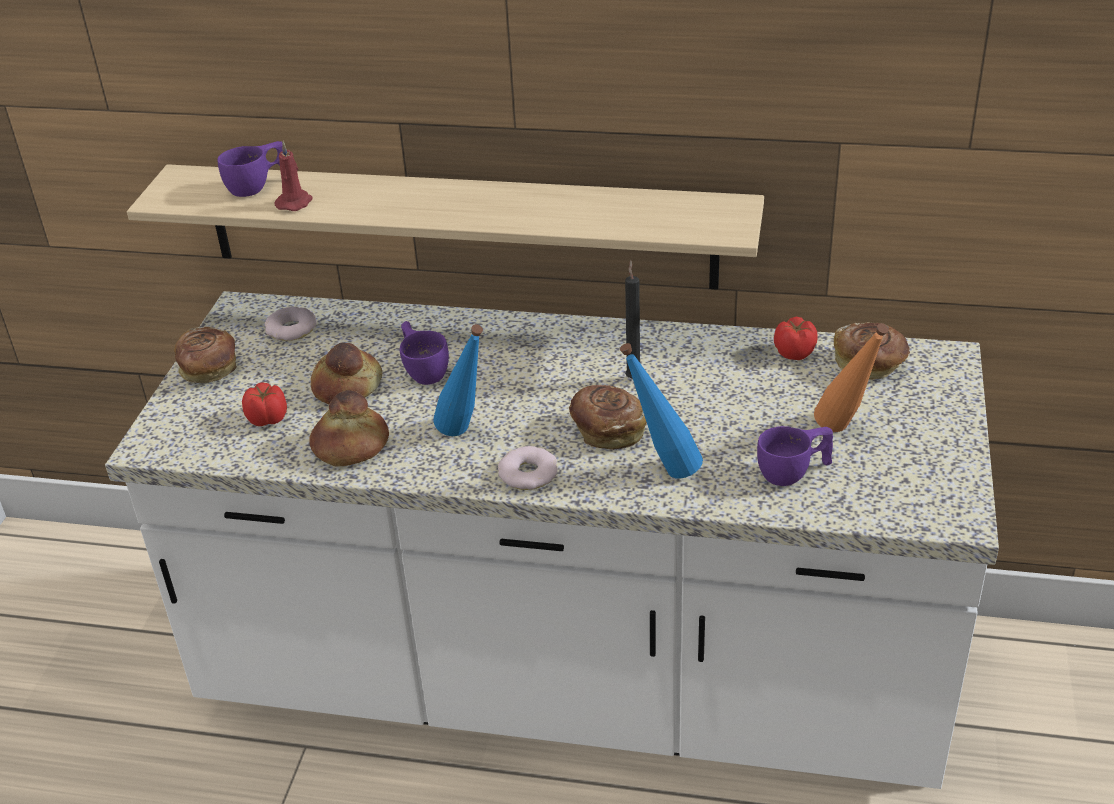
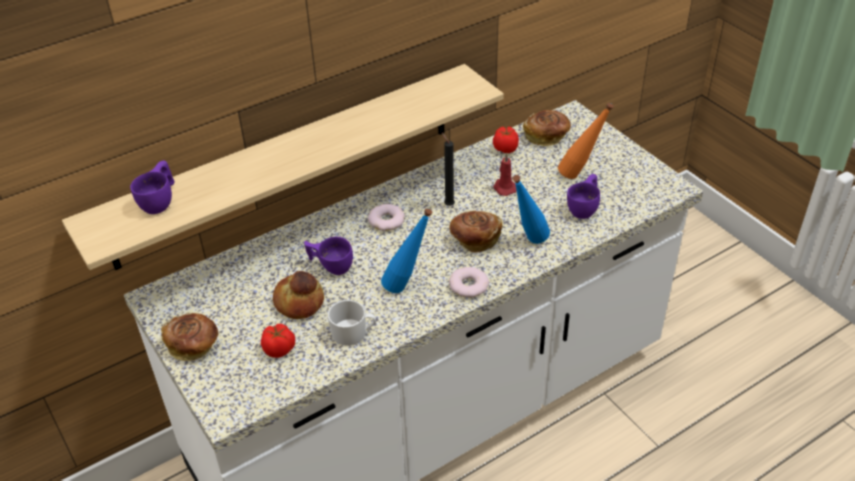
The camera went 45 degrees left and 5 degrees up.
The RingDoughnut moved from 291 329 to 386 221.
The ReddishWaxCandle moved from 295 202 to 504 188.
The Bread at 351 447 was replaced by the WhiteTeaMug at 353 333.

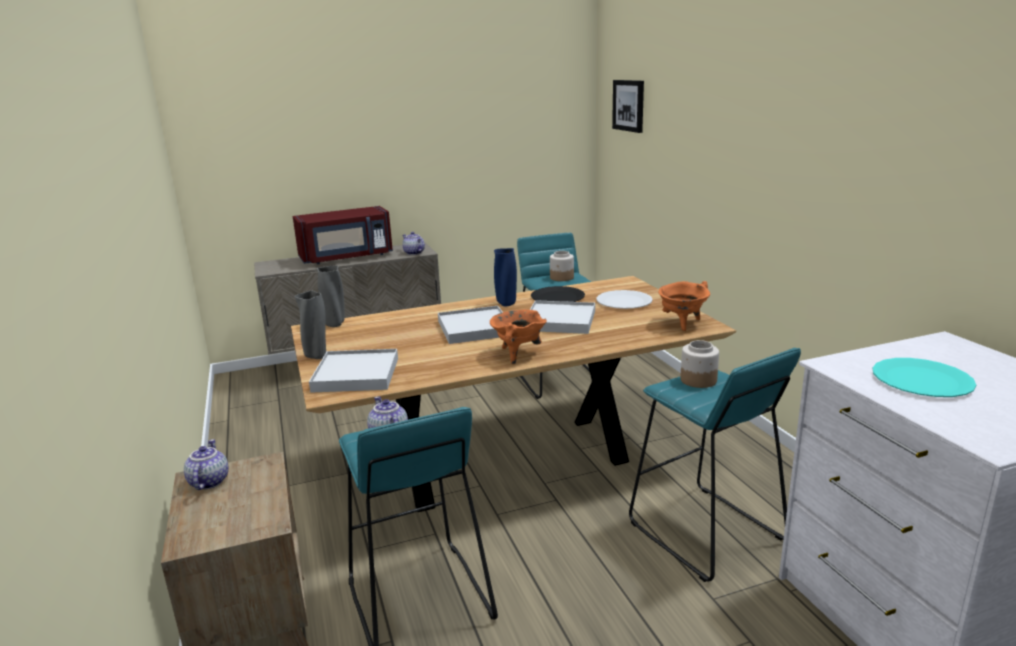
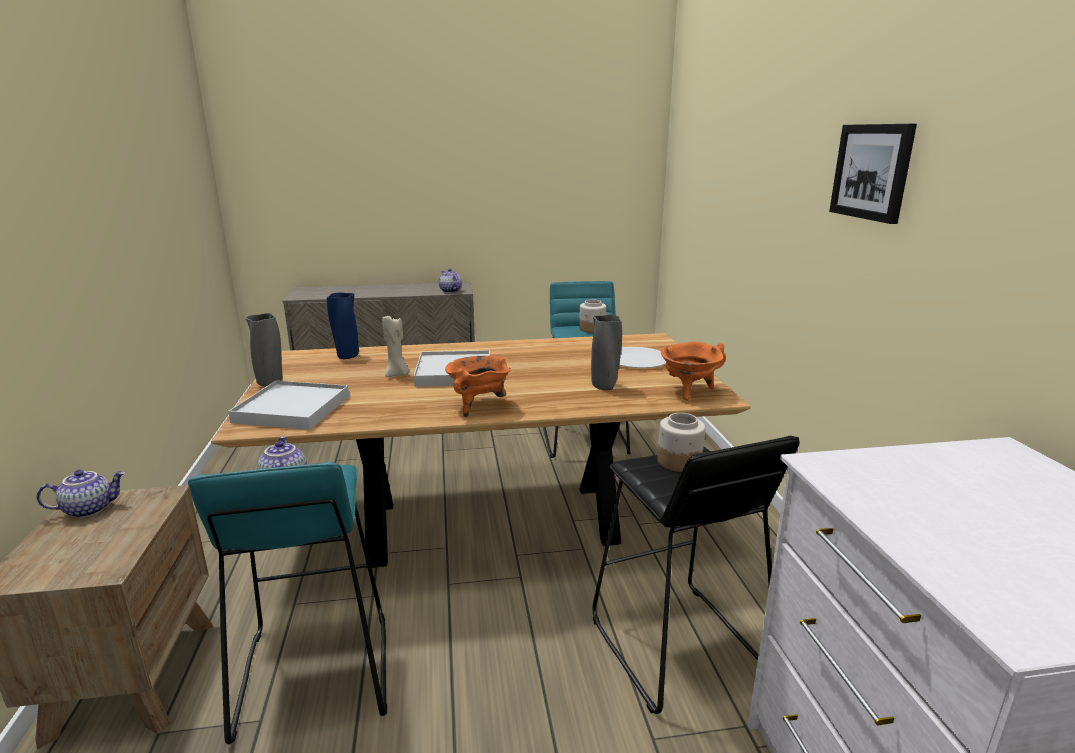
The camera went 10 degrees right and 0 degrees up.
The ReddishMicrowaveOven at 347 257 disappeared.
The WhiteServingTray at 560 321 disappeared.
The BlackColouredFlatDish at 557 297 disappeared.
The BlueGreenFlatDish at 922 380 disappeared.
The BeigeWaxCandle at 397 374 appeared.
The GreyishDecorativeVase moved from 335 324 to 605 387.
The BluishDecorativeVase moved from 506 304 to 347 356.
The WallPicture moved from 629 105 to 872 171.
The BlueGreenSittingStool at 705 532 became the BlackColouredSittingStool at 677 646.
The Teapot at 208 482 turned 60 degrees clockwise.

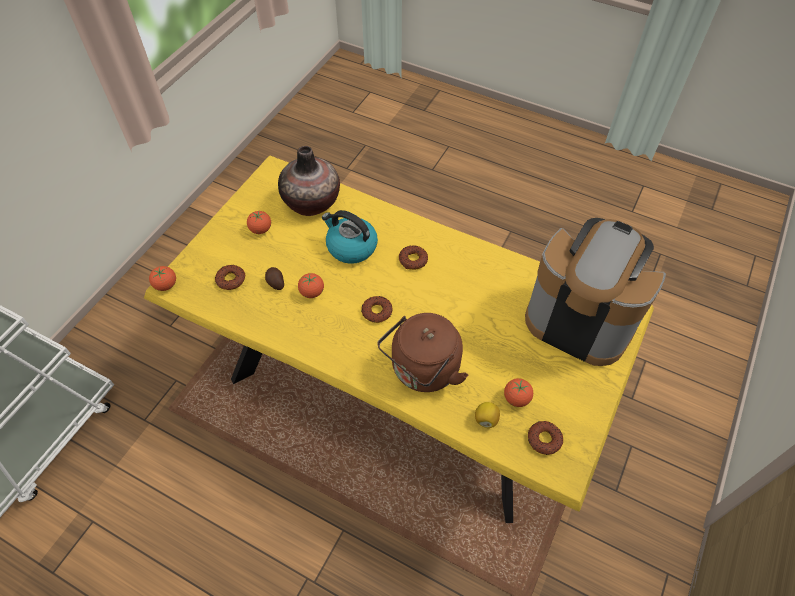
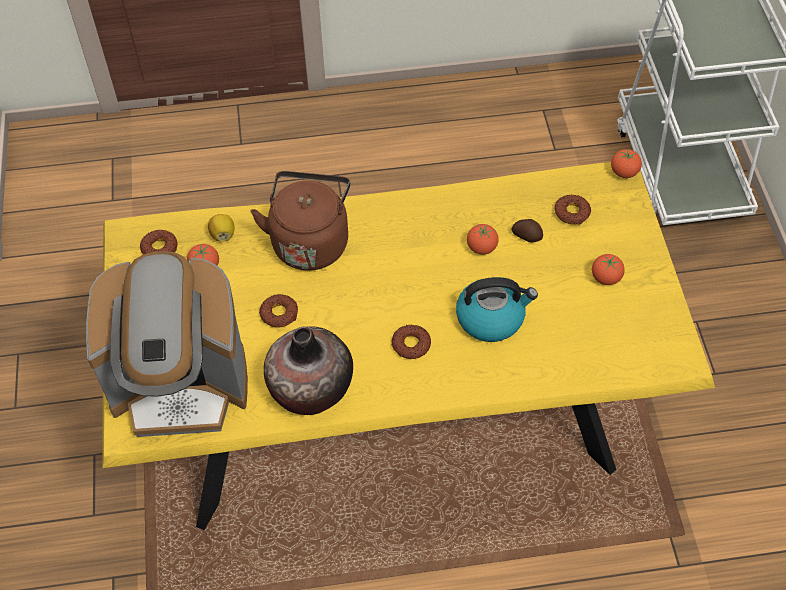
The camera went 145 degrees right and 0 degrees up.
The DecorativeVase moved from 312 202 to 310 388.
The RingDoughnut moved from 376 311 to 279 314.

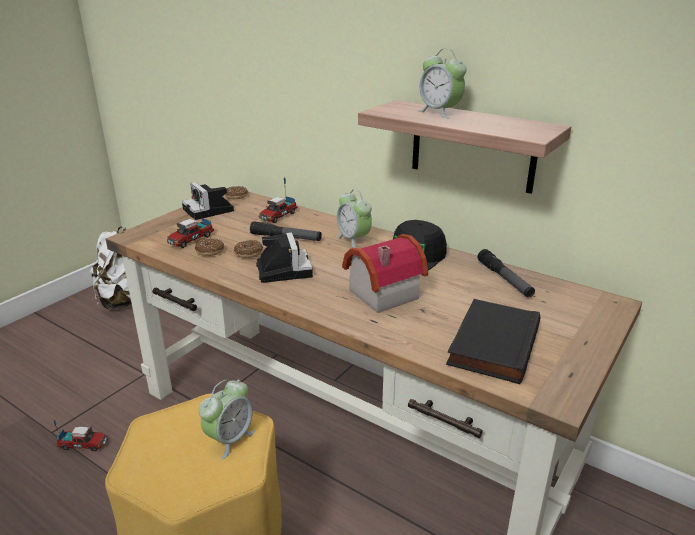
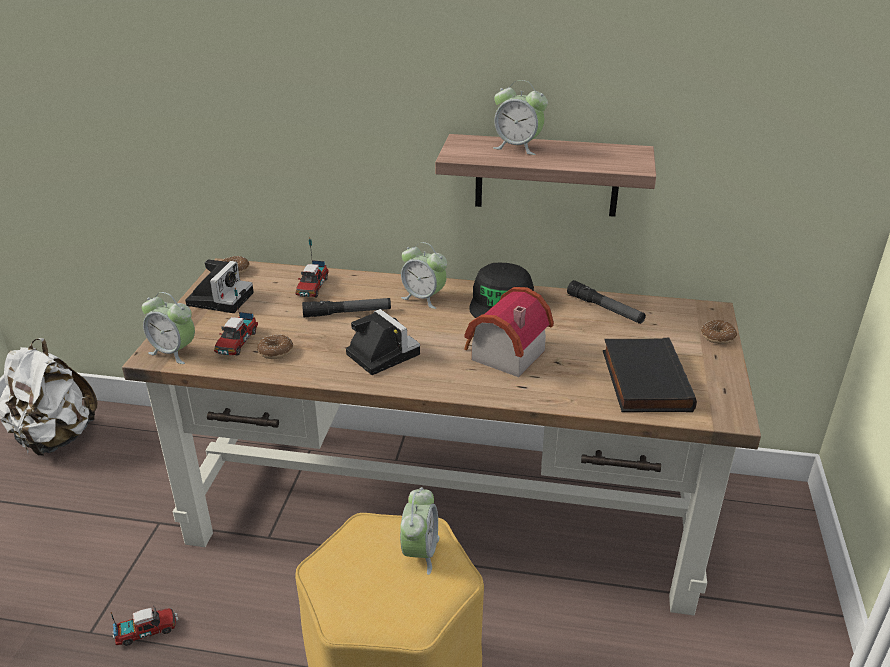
The camera went 25 degrees left and 5 degrees up.
The BedsideClock at 174 352 appeared.
The RingDoughnut moved from 248 253 to 718 337.
The PhotoCamera at 209 210 turned 105 degrees counterclockwise.

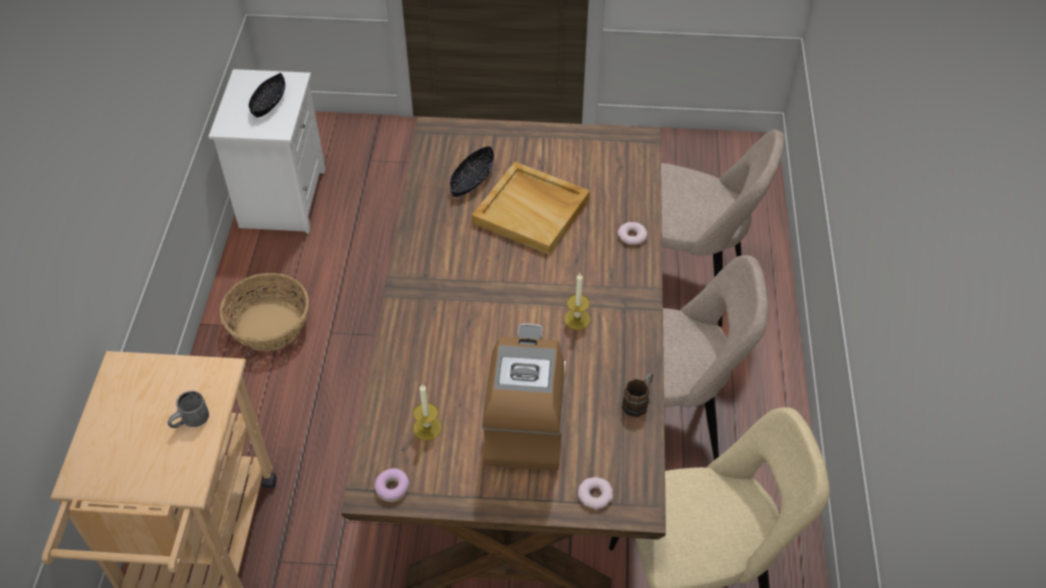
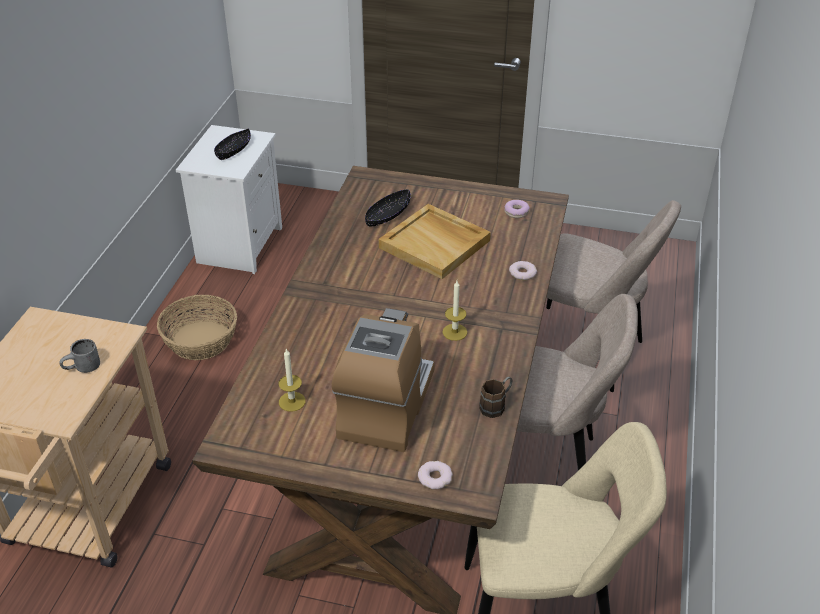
The camera went 10 degrees right and 10 degrees down.
The RingDoughnut moved from 392 488 to 516 212.

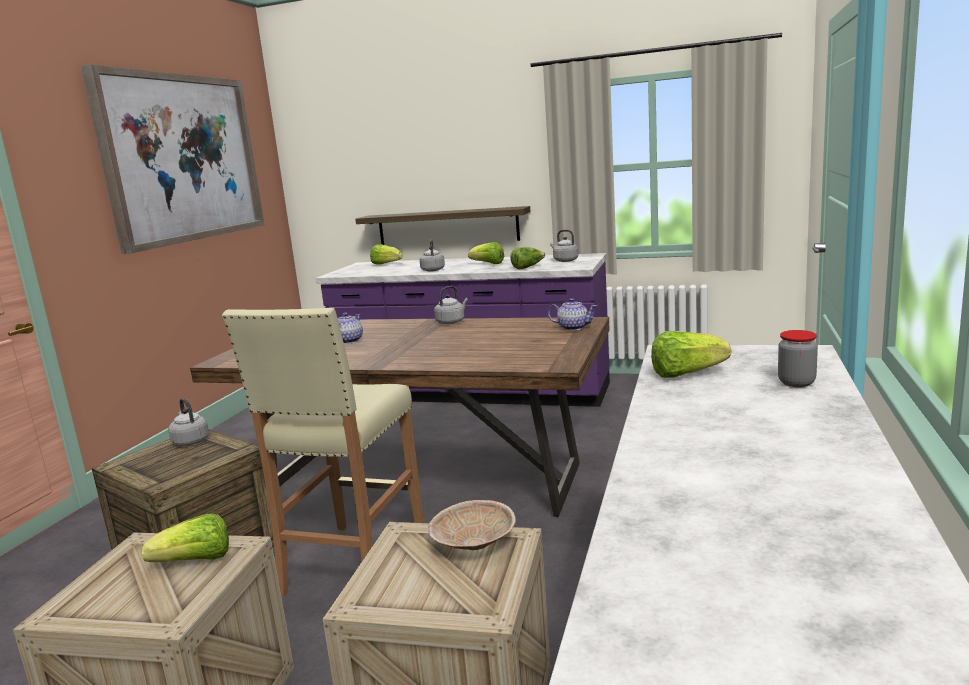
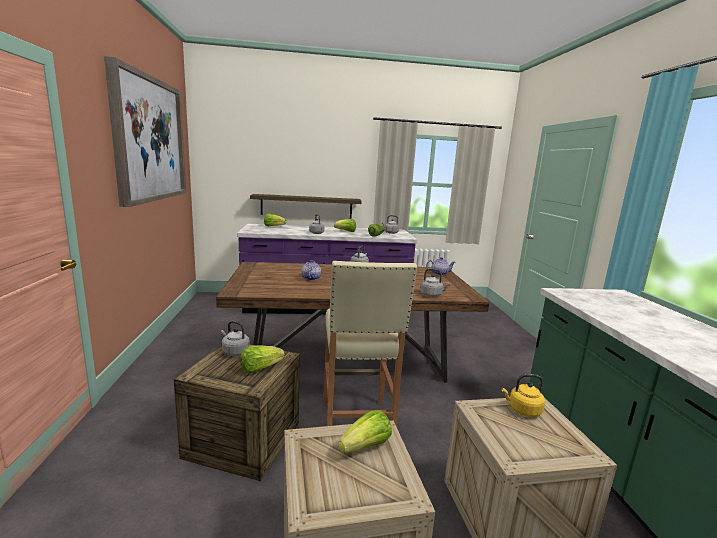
The camera went 25 degrees left and 0 degrees up.
The StorageJar at 796 383 disappeared.
The GreyishWaterKettle at 432 295 appeared.
The LettuceHead moved from 686 374 to 260 368.
The BeigeDeepDish at 473 544 was replaced by the YellowishWaterKettle at 522 410.

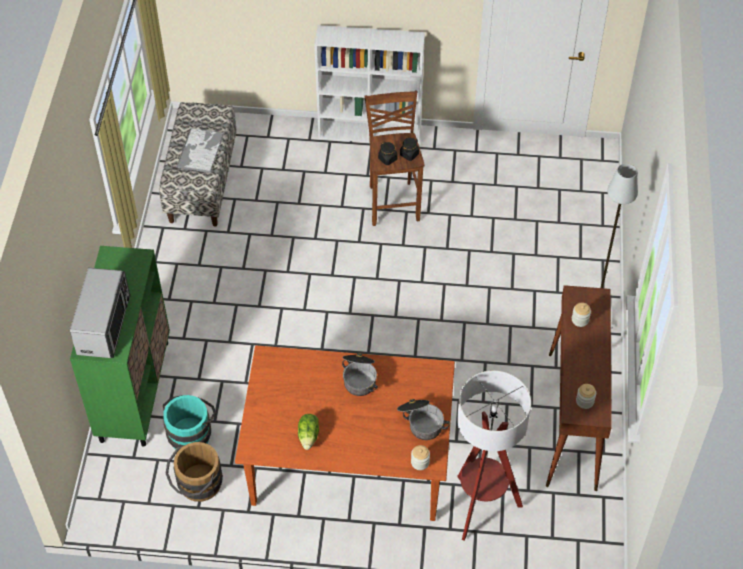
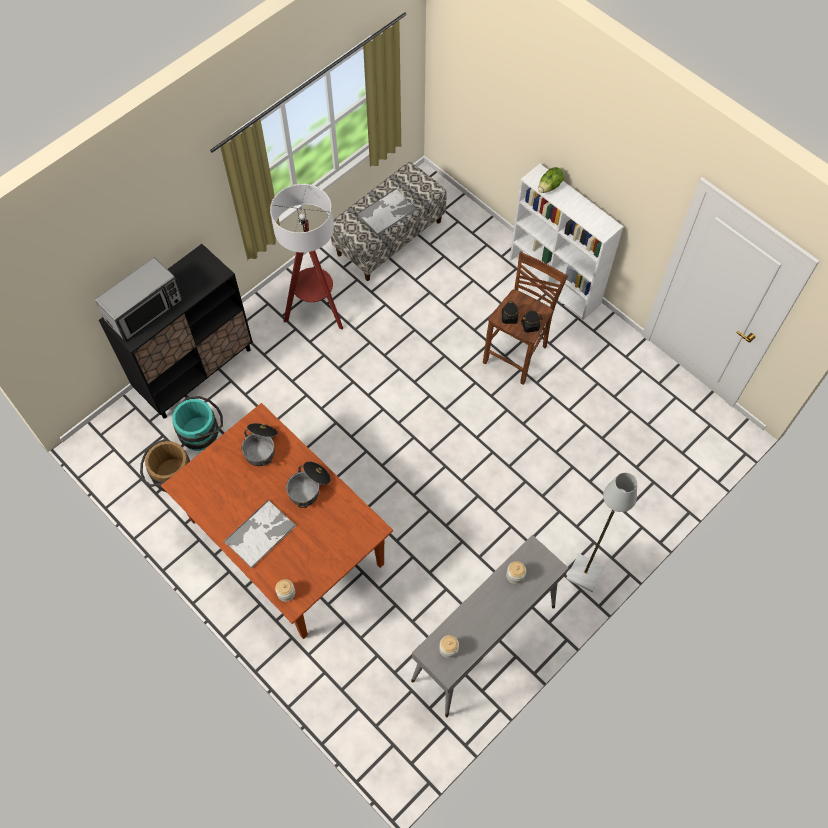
The camera went 40 degrees right and 10 degrees up.
The ServingTray at 260 533 appeared.
The LettuceHead moved from 309 436 to 550 186.
The Stockpot moved from 421 422 to 261 447.
The StandingLamp moved from 481 507 to 316 311.
The GreenStorageCabinet at 134 390 became the BlackColouredStorageCabinet at 195 370.
The BrownishNarrowTable at 572 421 became the GreyishNarrowTable at 483 644.

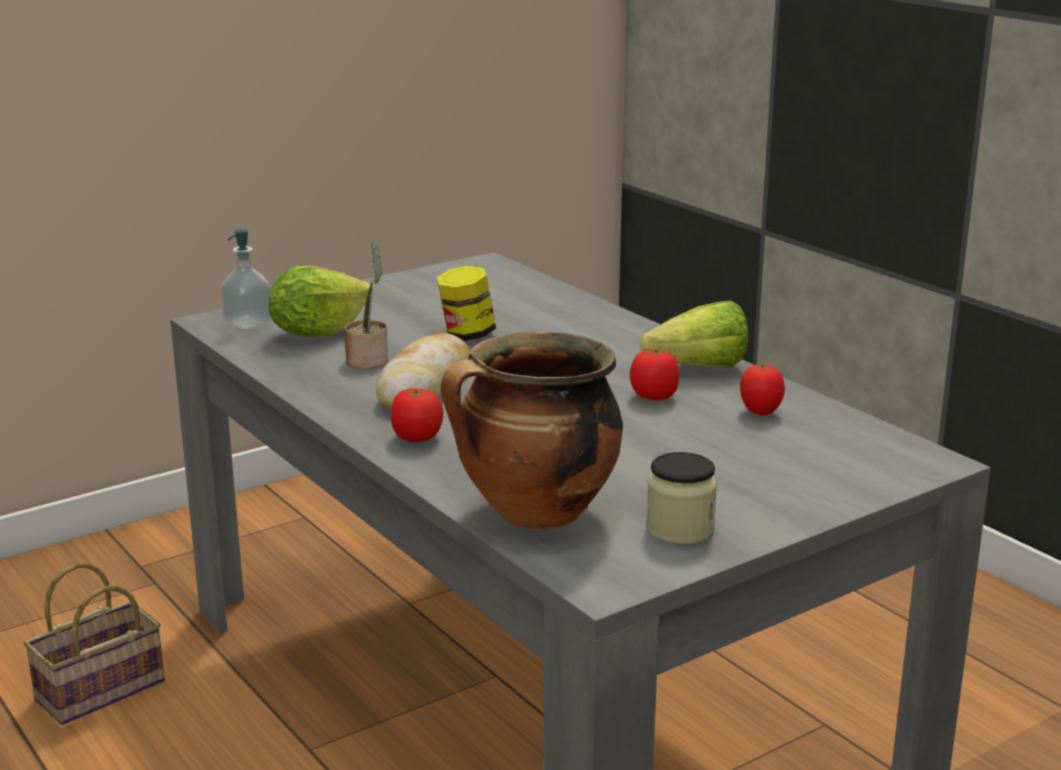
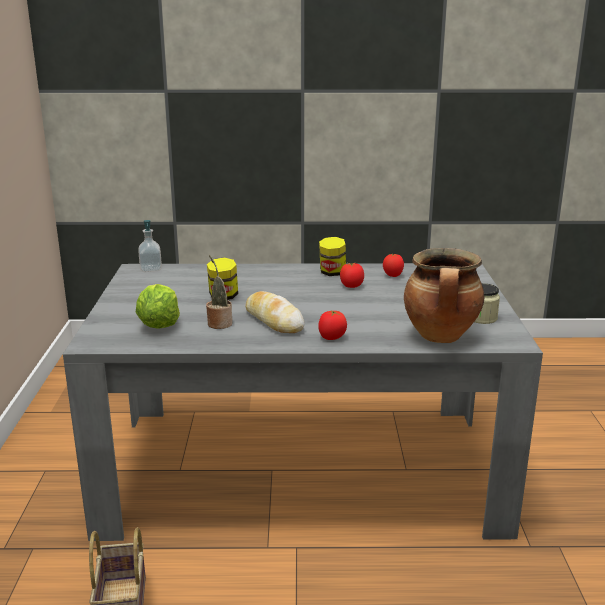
The camera went 55 degrees left and 0 degrees up.
The SoapDispenser moved from 248 323 to 151 269.
The LettuceHead at 689 369 was replaced by the StorageJar at 332 273.

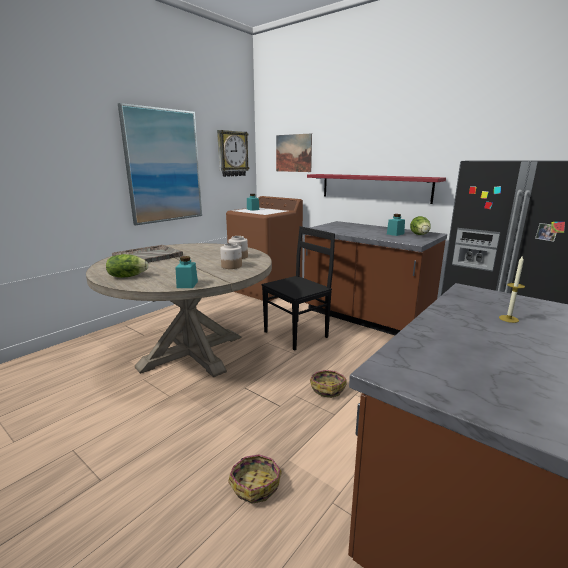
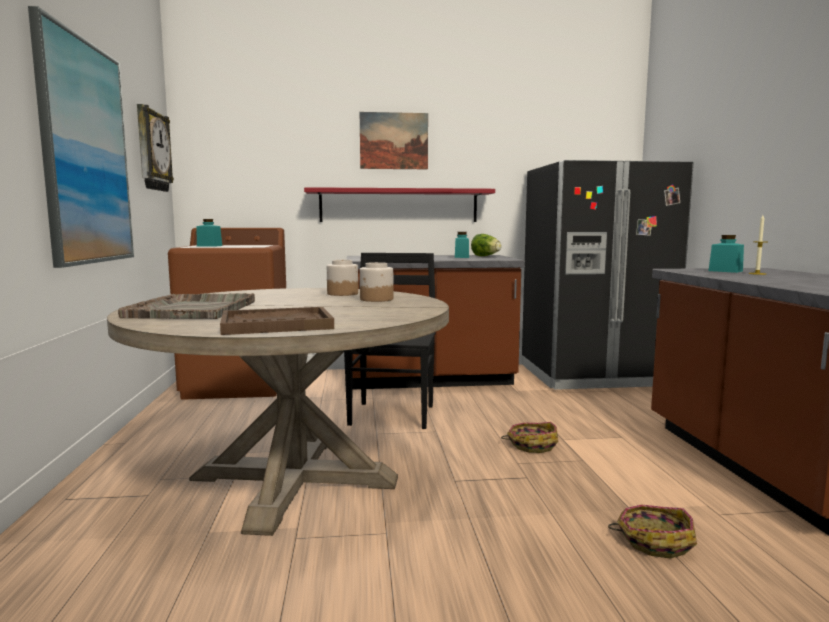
The camera went 45 degrees left and 10 degrees down.
The BlueGreenStorageJar moved from 187 284 to 725 271.
The WallPicture moved from 293 153 to 394 141.
The LettuceHead at 127 276 was replaced by the BrownishServingTray at 276 324.

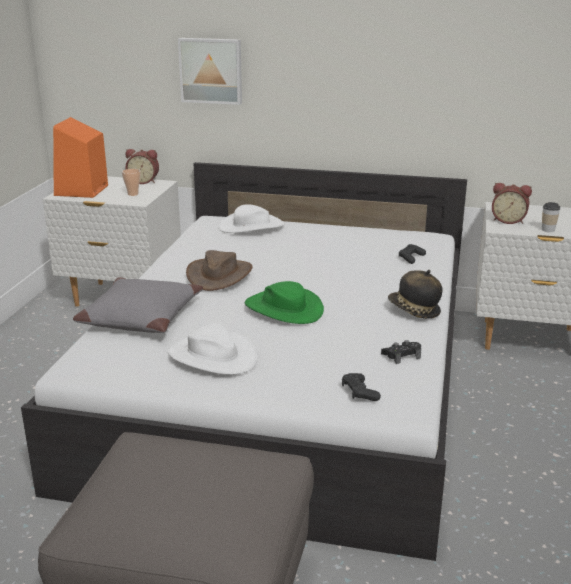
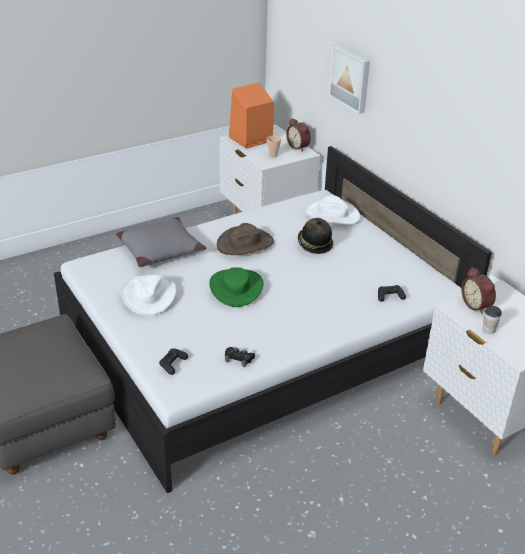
The camera went 45 degrees right and 10 degrees up.
The WearableHat moved from 413 311 to 314 245.

